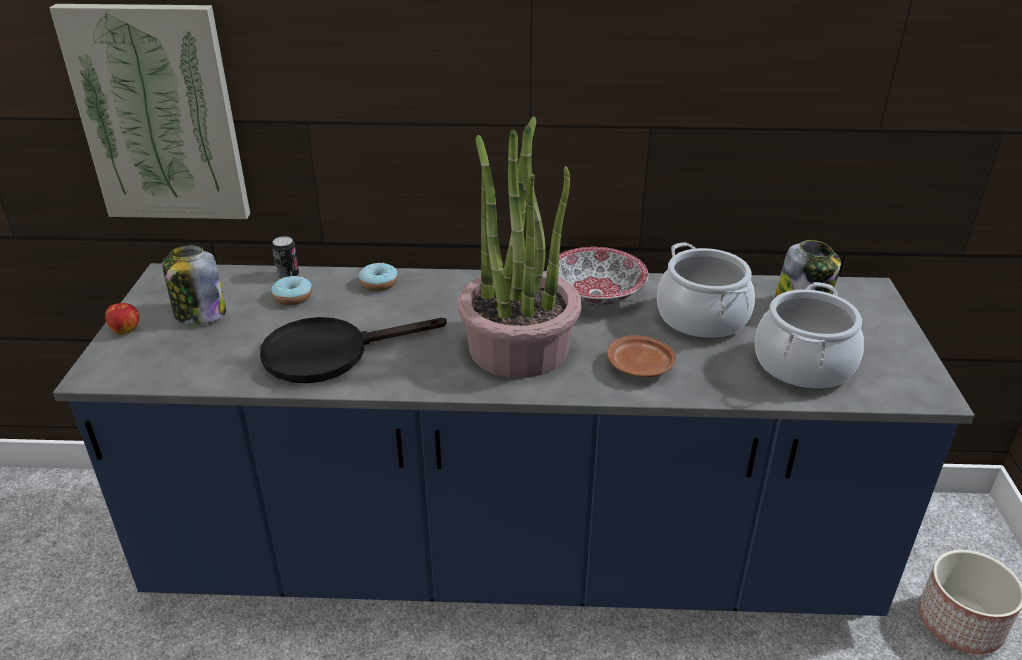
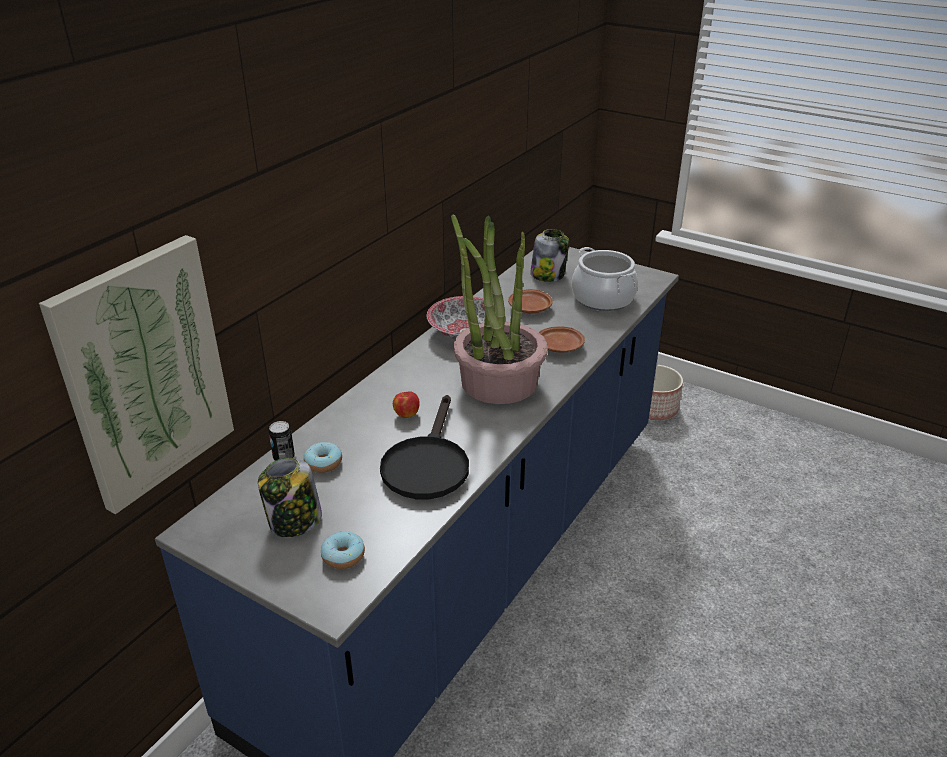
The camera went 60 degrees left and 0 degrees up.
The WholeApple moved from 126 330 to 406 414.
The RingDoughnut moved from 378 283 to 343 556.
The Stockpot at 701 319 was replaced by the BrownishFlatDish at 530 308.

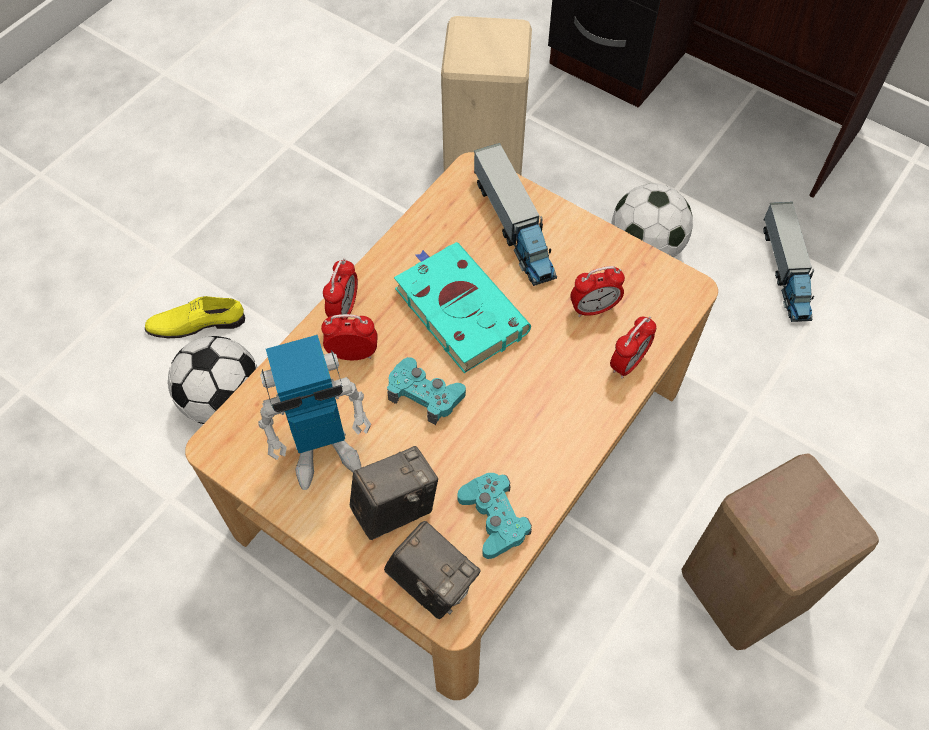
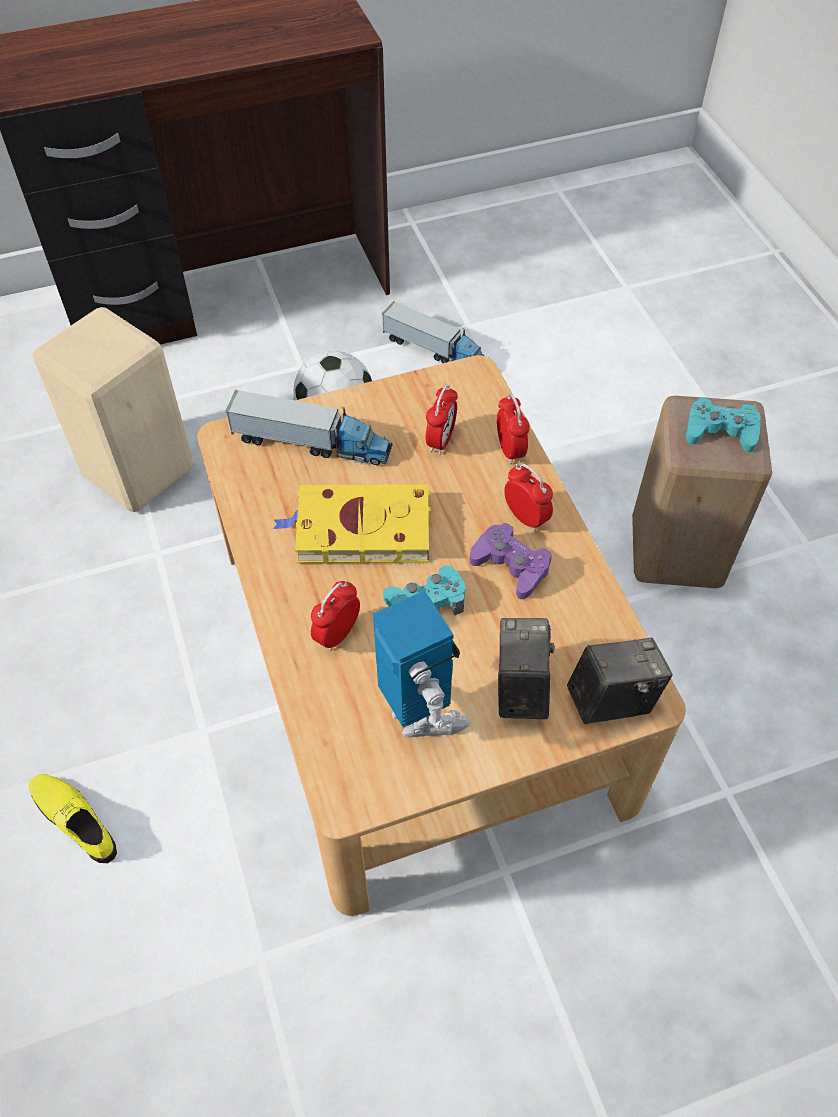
The camera went 55 degrees left and 5 degrees down.
The Football at 223 401 disappeared.
The PurpleGamepad at 511 565 appeared.
The BedsideClock moved from 344 309 to 525 517.
The BlueGreenGamepad moved from 494 518 to 720 431.
The BlueGreenVolume at 458 308 became the YellowishVolume at 359 529.
The YellowishLowShoe at 196 322 turned 105 degrees clockwise.
The RobotFigure at 323 451 turned 45 degrees counterclockwise.

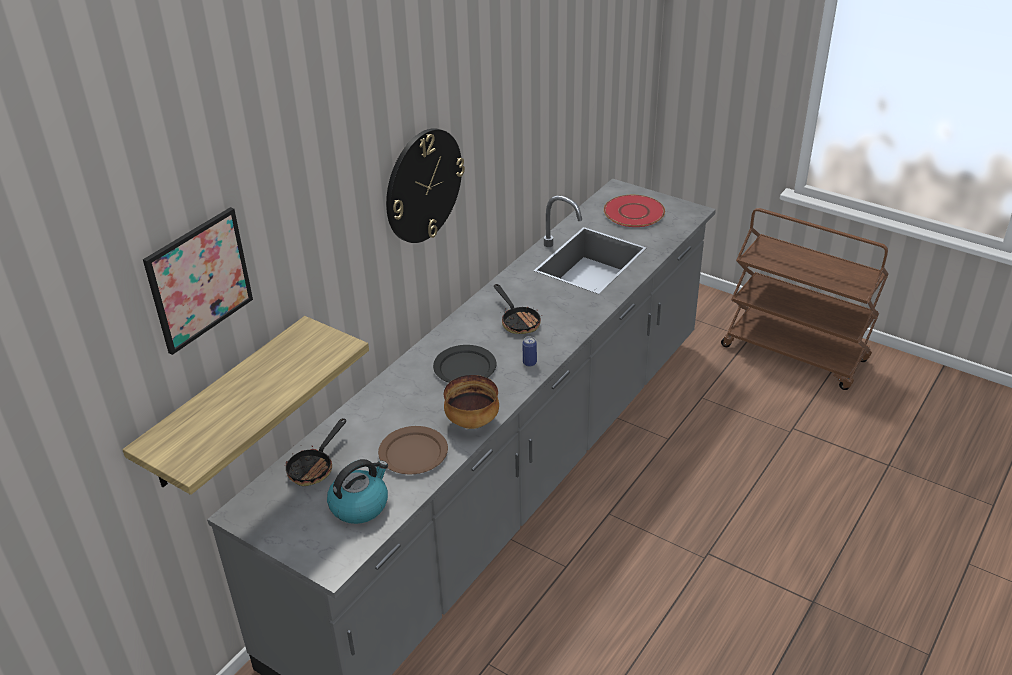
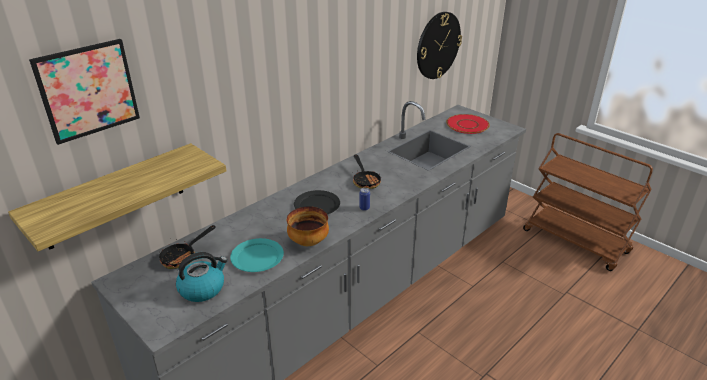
The camera went 10 degrees right and 5 degrees down.
The WallClock moved from 423 185 to 438 45.
The BrownishFlatDish at 412 453 became the BlueGreenFlatDish at 257 257.

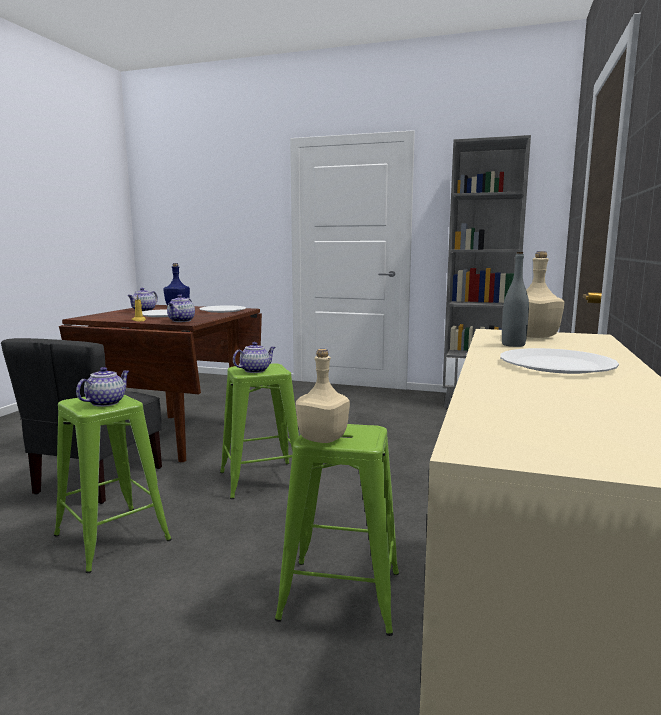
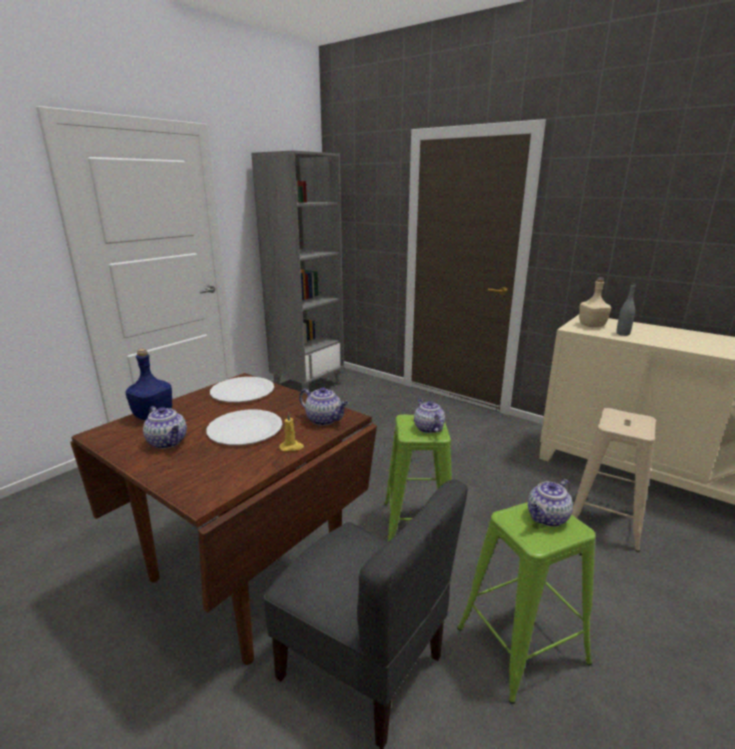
The camera went 70 degrees left and 10 degrees up.
The BeigeBottle at 323 438 disappeared.
The WhiteFlatDish at 556 364 disappeared.
The GreenSittingStool at 339 595 became the BeigeSittingStool at 605 519.
The Teapot at 106 402 turned 90 degrees counterclockwise.

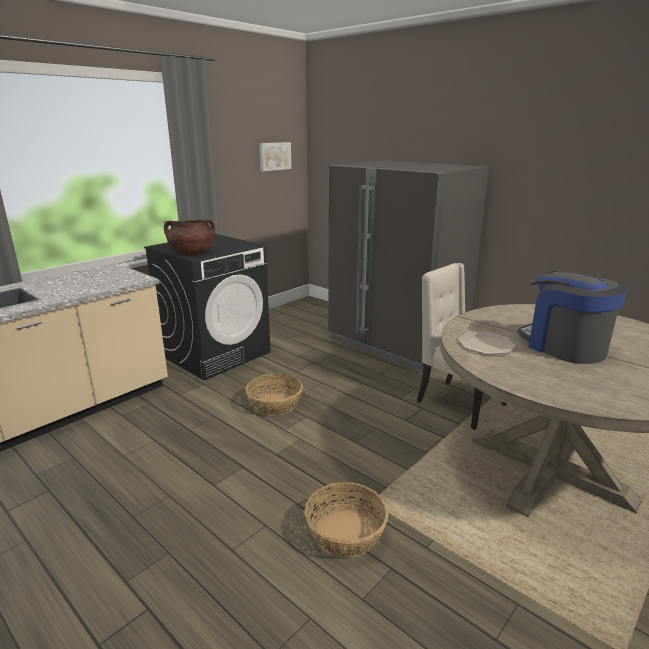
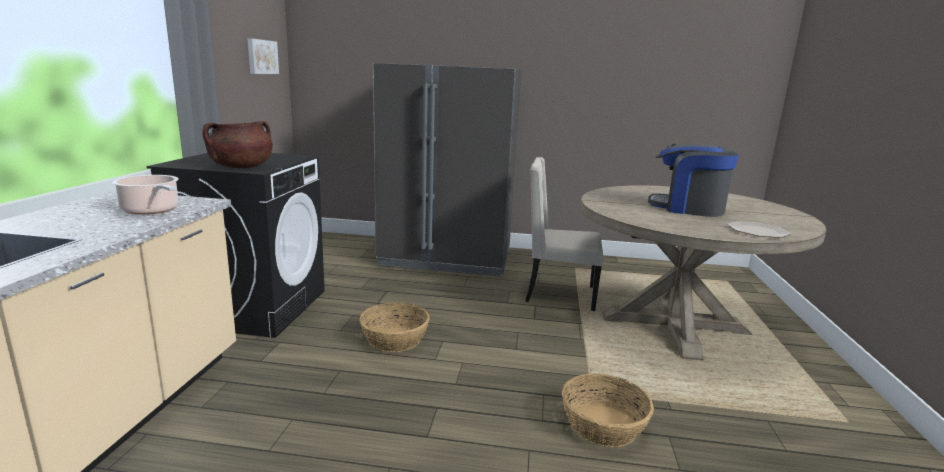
The camera went 35 degrees left and 5 degrees down.
The Stockpot at 152 210 appeared.
The FlatDish moved from 486 344 to 758 231.

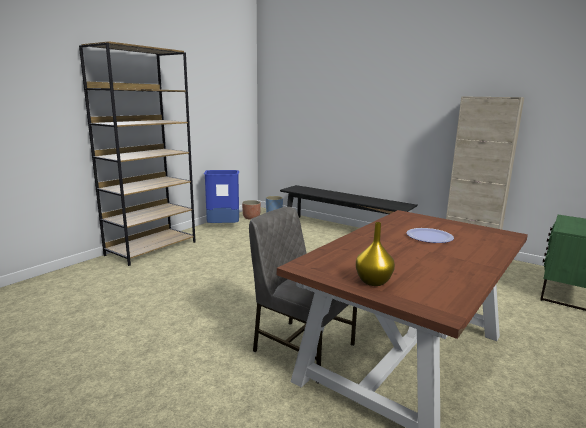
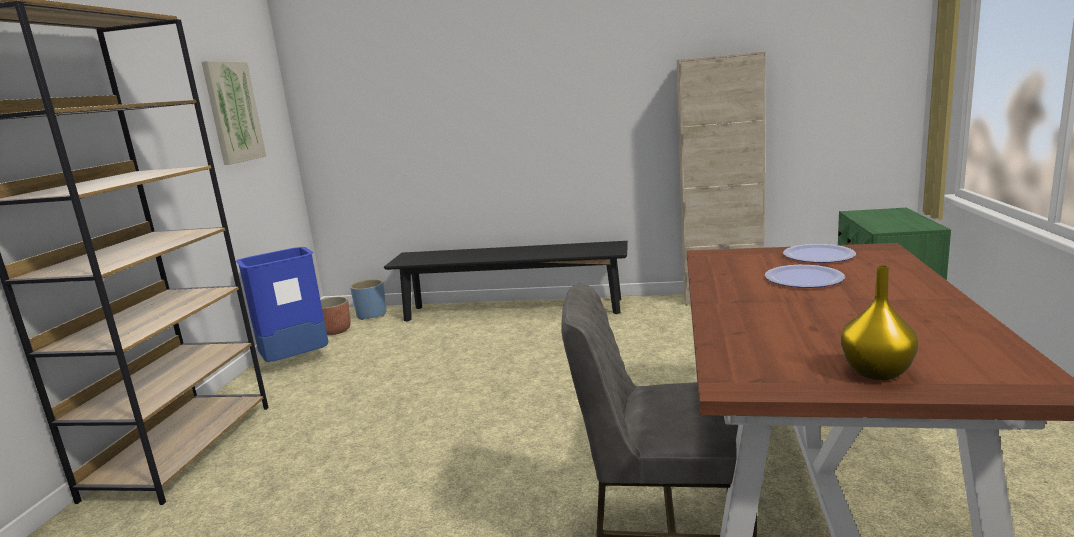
The camera went 25 degrees left and 0 degrees up.
The WallPicture at 233 112 appeared.
The FlatDish at 818 255 appeared.

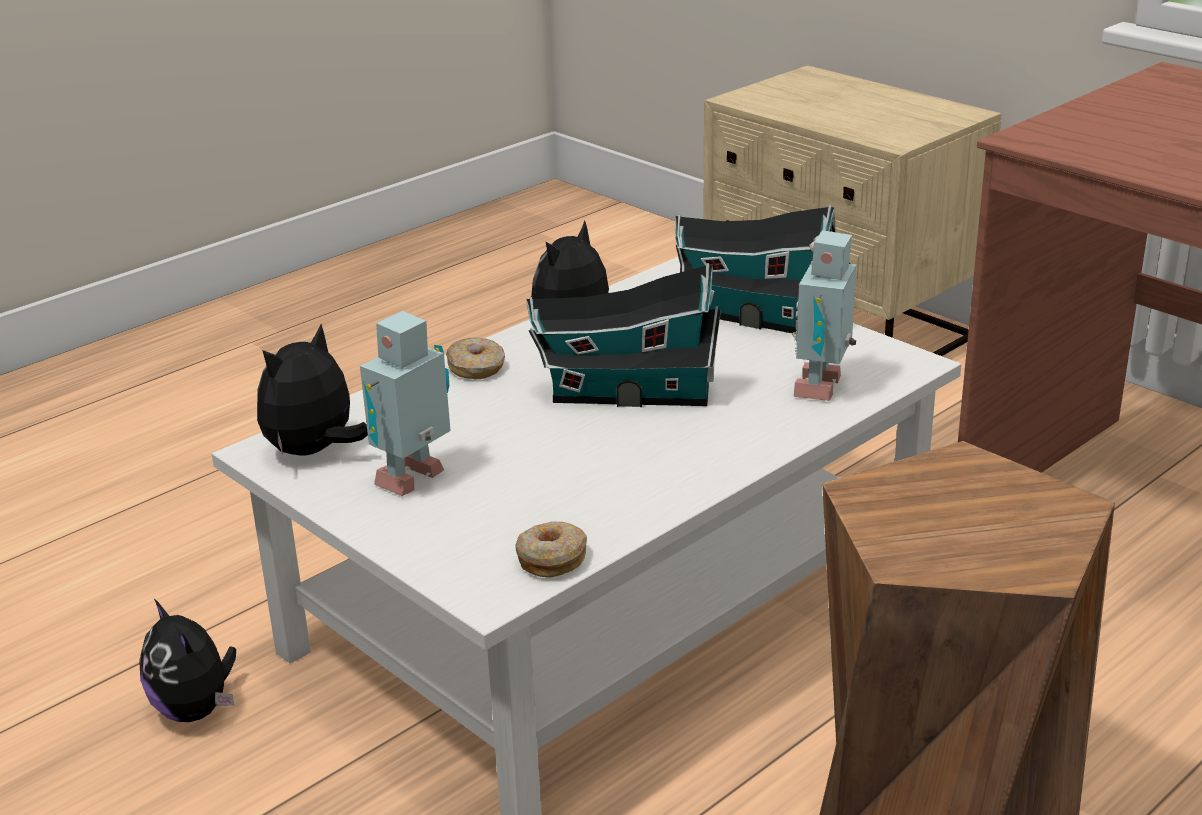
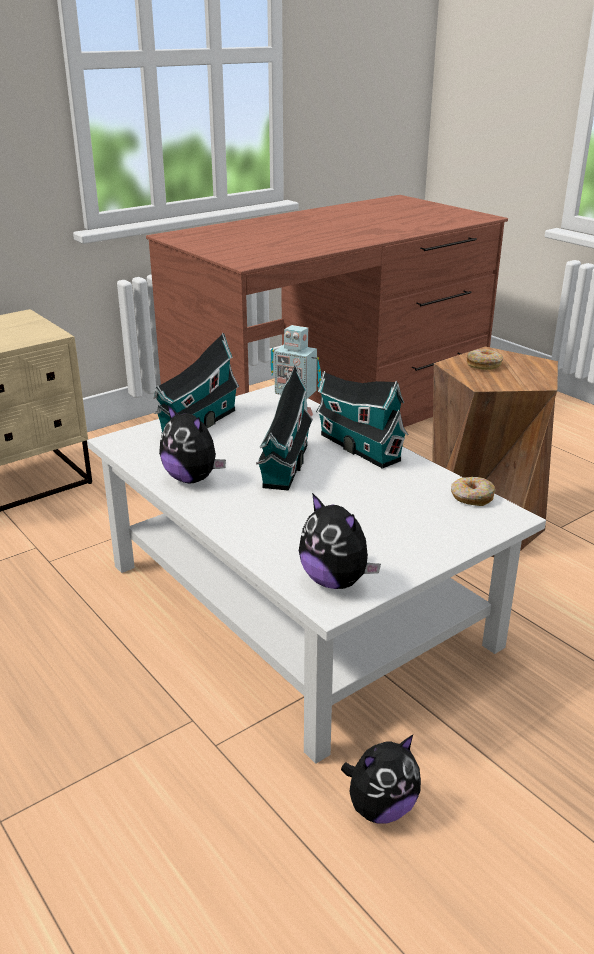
The camera went 85 degrees left and 0 degrees up.
The RobotFigure at 415 480 disappeared.
The MiniatureHouse at 357 446 appeared.
The RingDoughnut moved from 476 368 to 484 365.

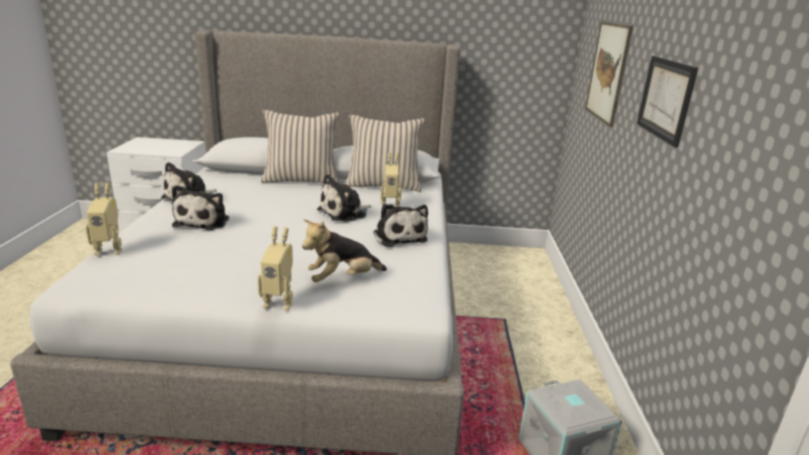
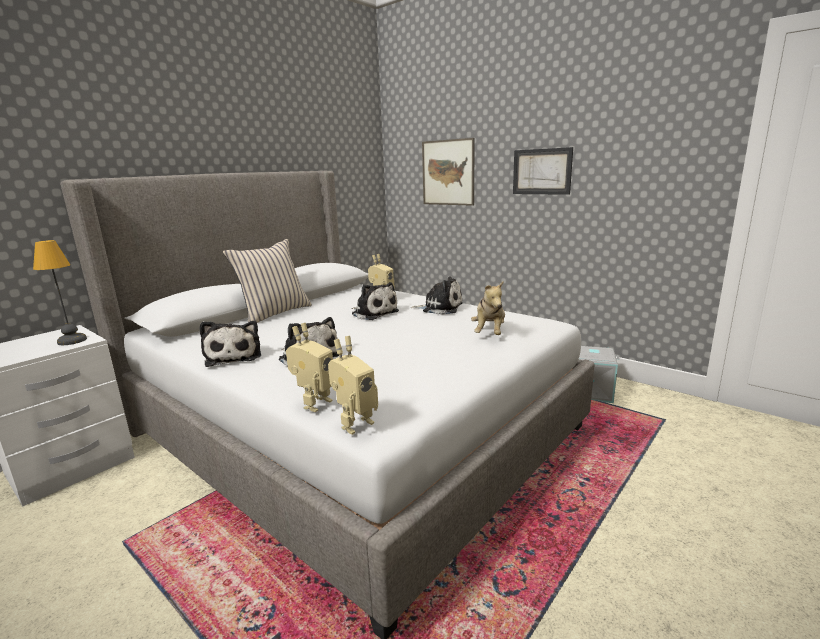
The camera went 50 degrees left and 5 degrees down.
The BeigePillow at 383 185 disappeared.
The TabletopLamp at 73 340 appeared.
The RobotFigure moved from 279 302 to 354 423.
The SoftToy at 345 213 turned 45 degrees counterclockwise.

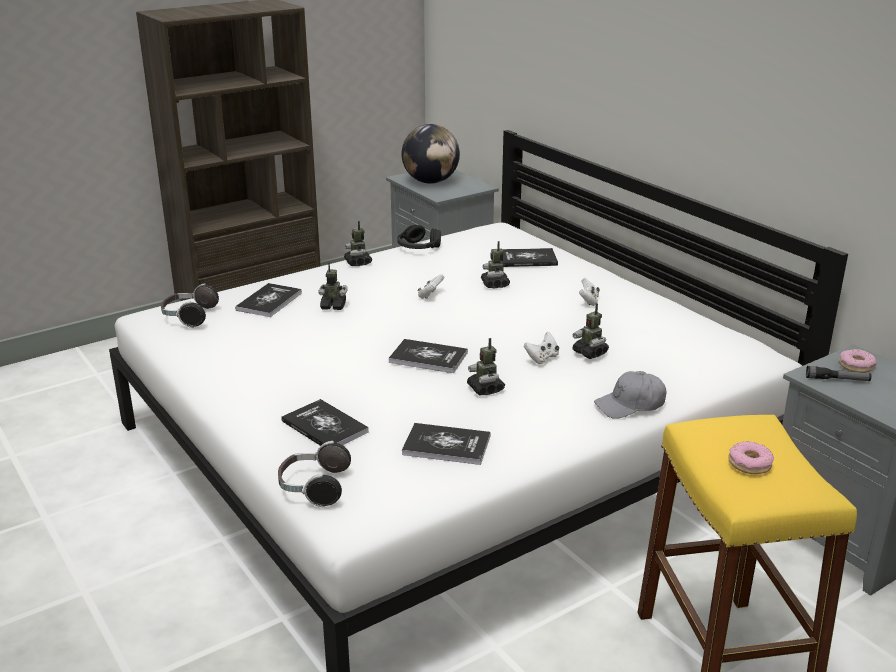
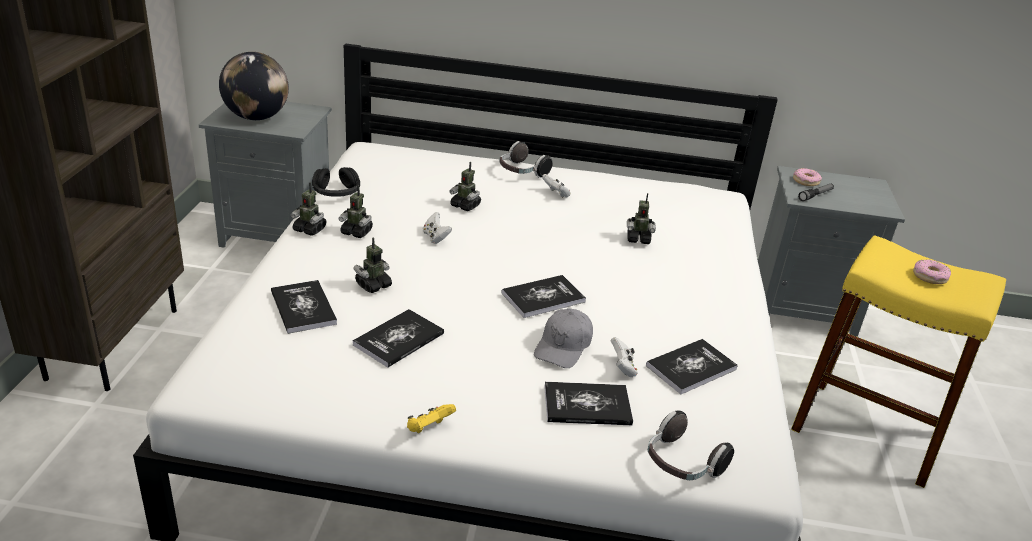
The camera went 50 degrees left and 5 degrees up.
The YellowishGamepad at 429 428 appeared.
The PairOfHeadphones moved from 189 317 to 521 172.
The RobotFigure moved from 485 389 to 356 232.
The Volume moved from 527 259 to 399 339.
The WhiteGamepad moved from 542 358 to 622 368.
The GreyishPeakedCap moved from 630 405 to 563 346.

